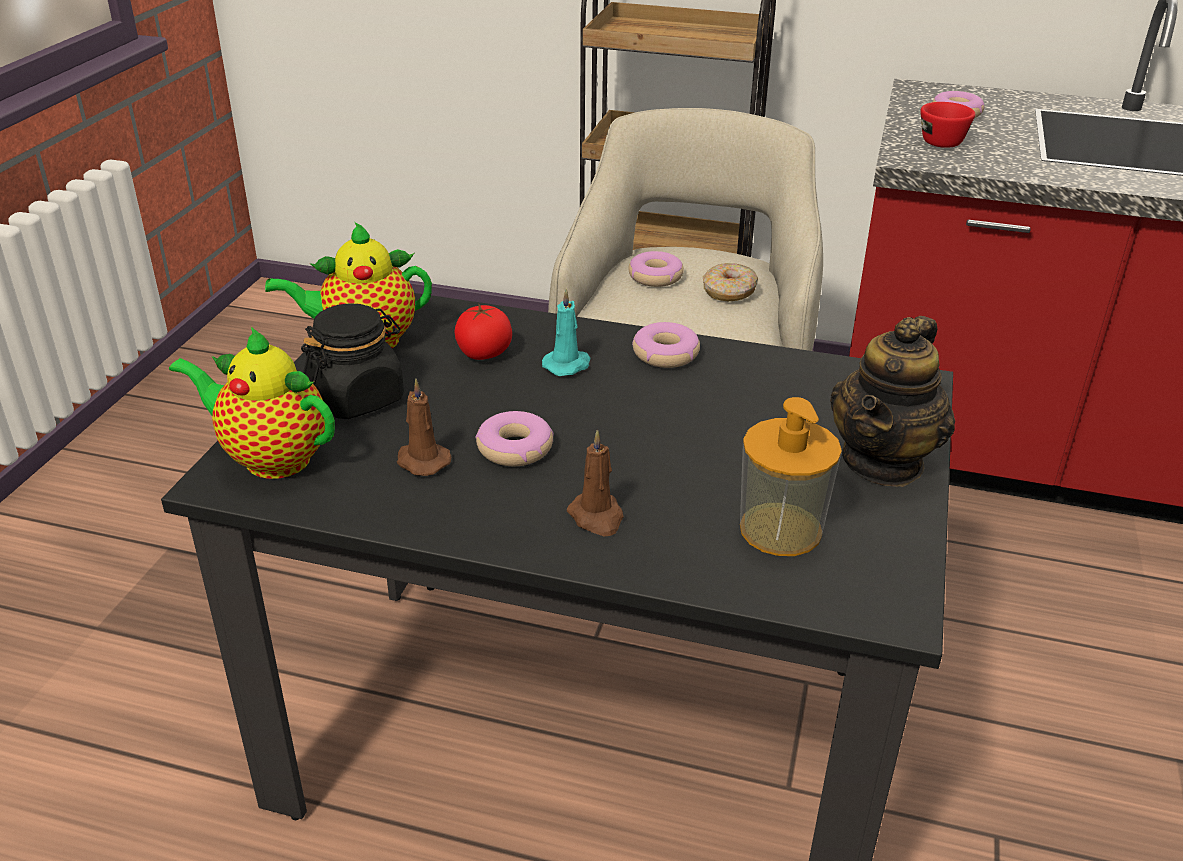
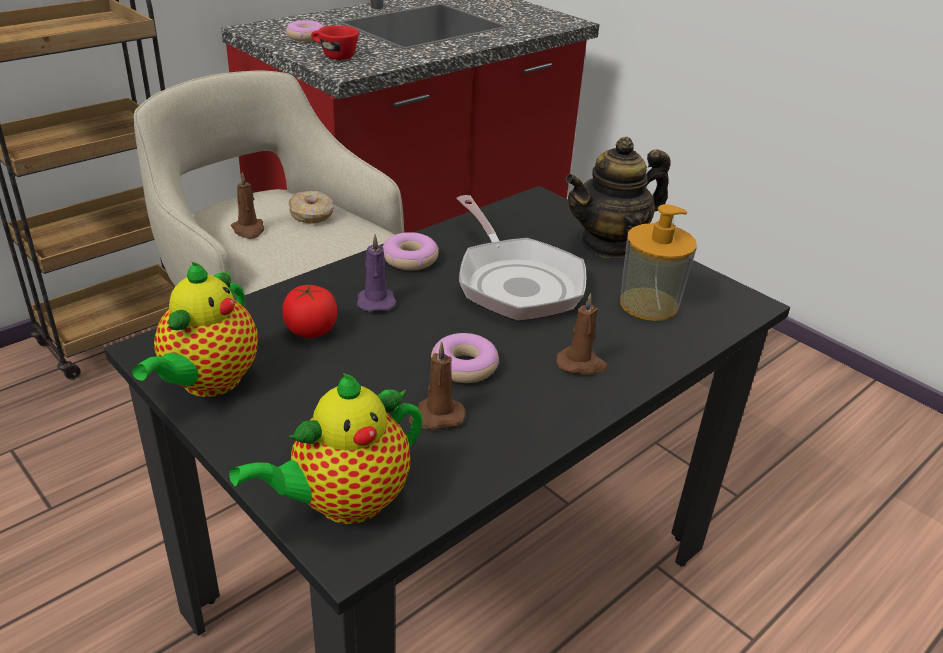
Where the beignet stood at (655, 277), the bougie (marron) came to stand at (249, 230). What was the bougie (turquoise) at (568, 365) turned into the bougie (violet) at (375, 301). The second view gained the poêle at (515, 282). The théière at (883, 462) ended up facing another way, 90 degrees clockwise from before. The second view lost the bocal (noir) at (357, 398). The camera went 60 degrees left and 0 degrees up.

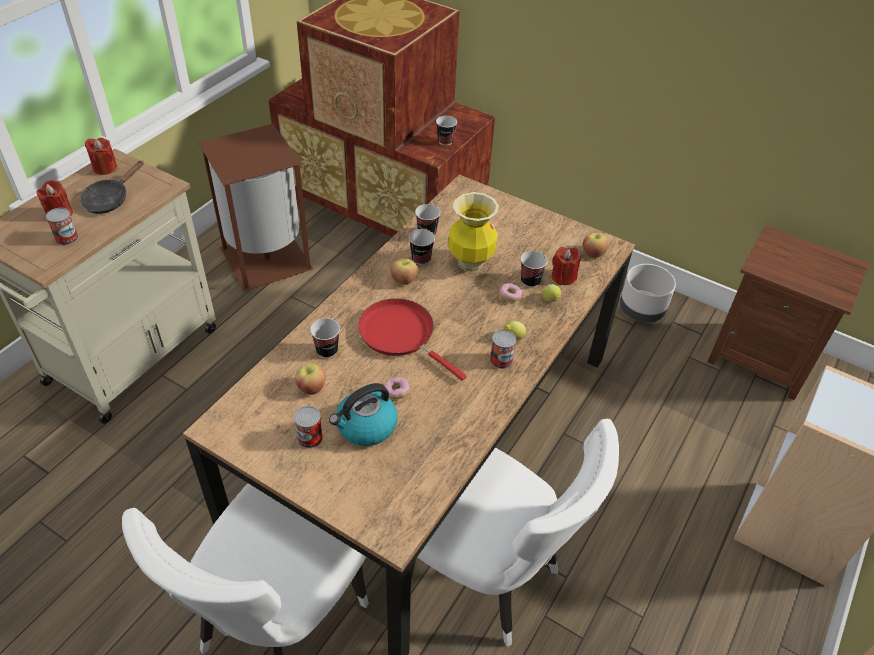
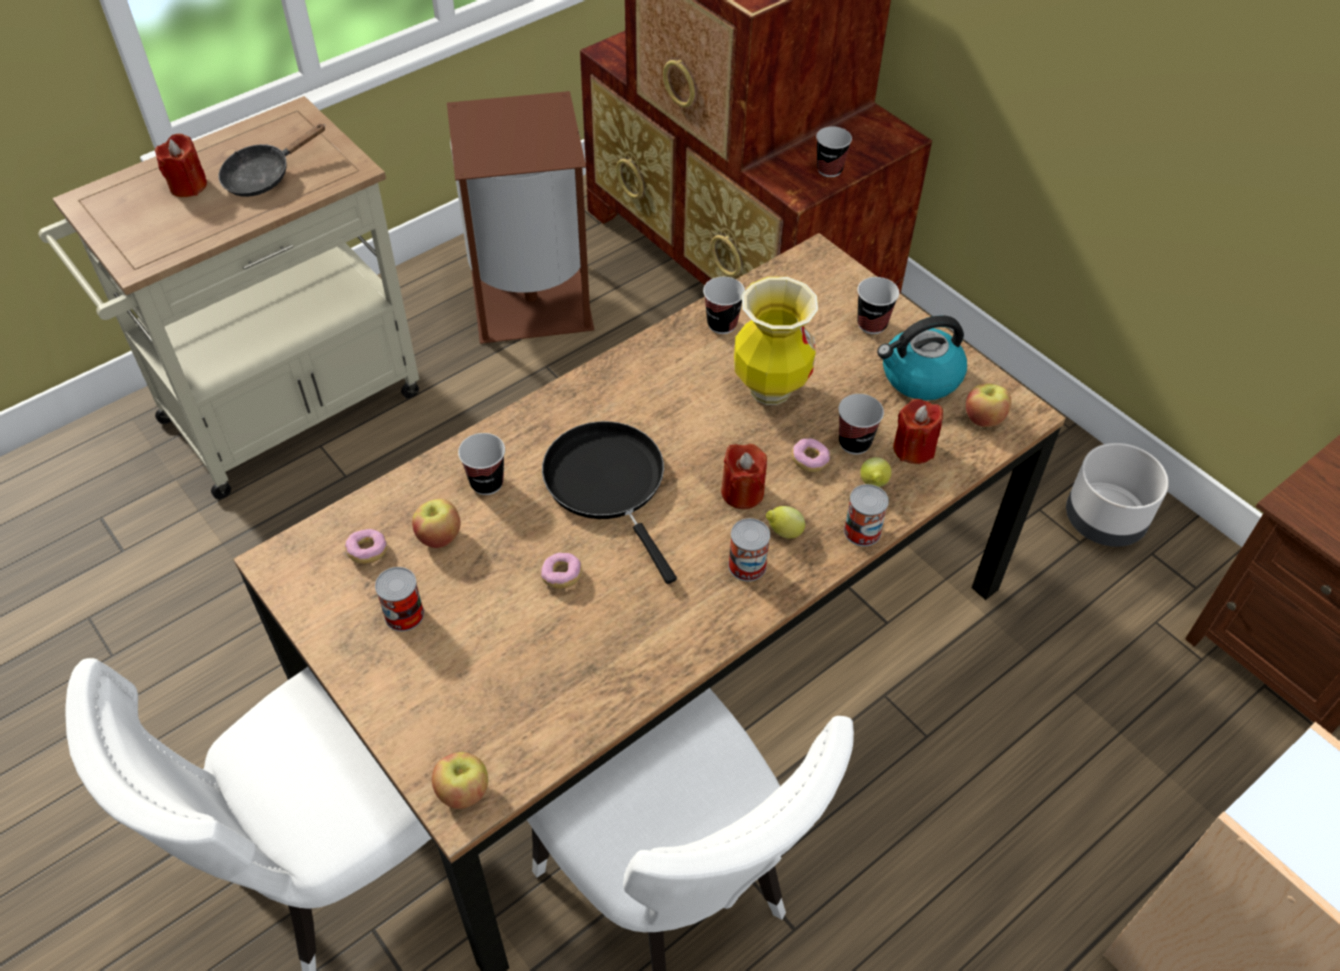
The second view gained the beignet at (368, 551). The pomme ended up elsewhere, having gone from (404, 280) to (463, 791). What was the poêle (rouge) at (401, 334) turned into the poêle (noir) at (608, 484). The bougie (rouge) ended up elsewhere, having gone from (105, 168) to (742, 492). The boîte métallique ended up elsewhere, having gone from (67, 238) to (862, 531). The tasse ended up elsewhere, having gone from (421, 259) to (872, 324). The bouilloire ended up elsewhere, having gone from (365, 426) to (919, 377). The camera went 20 degrees right and 5 degrees up.

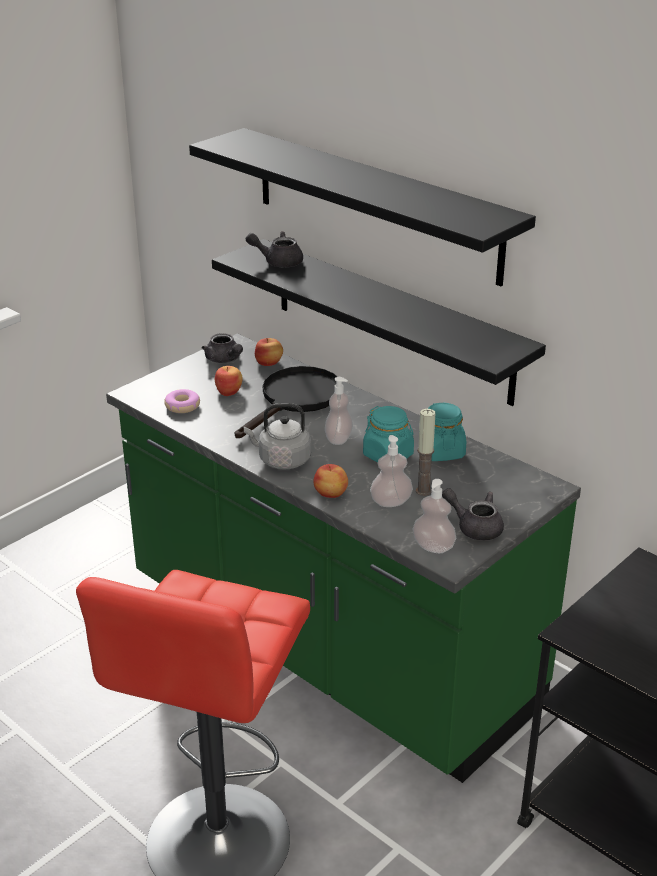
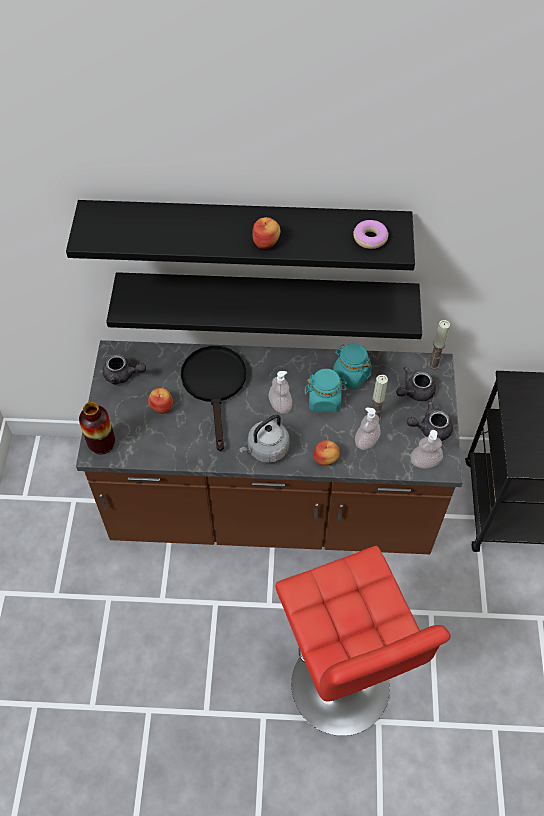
What was the comptoir de cuisine (vert) at (328, 646) turned into the comptoir de cuisine (marron) at (272, 506). The second view gained the vase at (102, 444). The pomme ended up elsewhere, having gone from (269, 363) to (266, 242). The beignet ended up elsewhere, having gone from (182, 406) to (370, 238). The théière (gris) ended up elsewhere, having gone from (278, 261) to (414, 392). The second view gained the bougie at (433, 364). The camera went 40 degrees left and 25 degrees up.

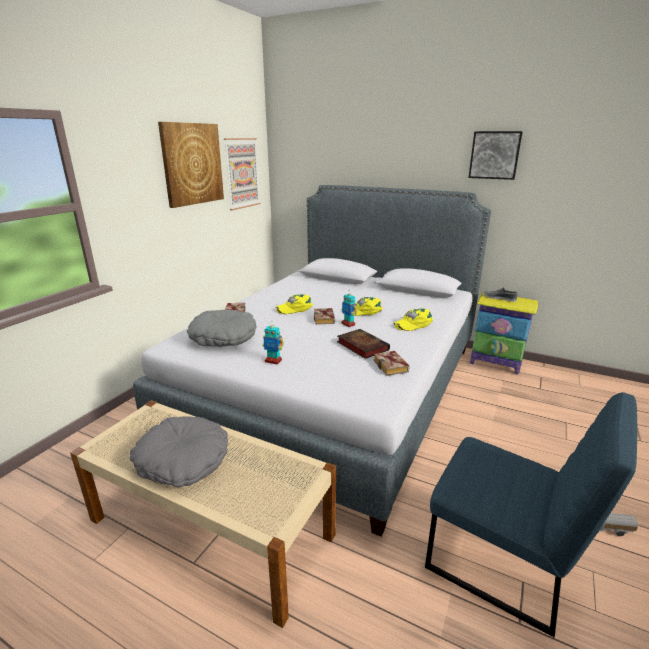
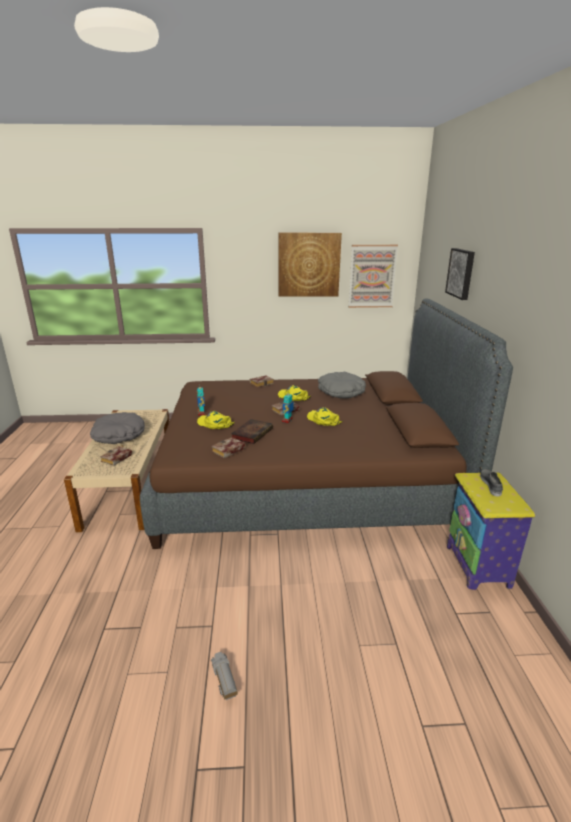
The second view gained the livre at (116, 459). What was the lit (gris) at (334, 388) turned into the lit (marron) at (306, 481). The casquette (jaune) ended up elsewhere, having gone from (413, 324) to (215, 424). The coussin (gris) ended up elsewhere, having gone from (224, 337) to (342, 392). The tableau ended up elsewhere, having gone from (494, 155) to (461, 273). The second view lost the chaise (bleu) at (502, 563). The camera went 60 degrees right and 0 degrees up.

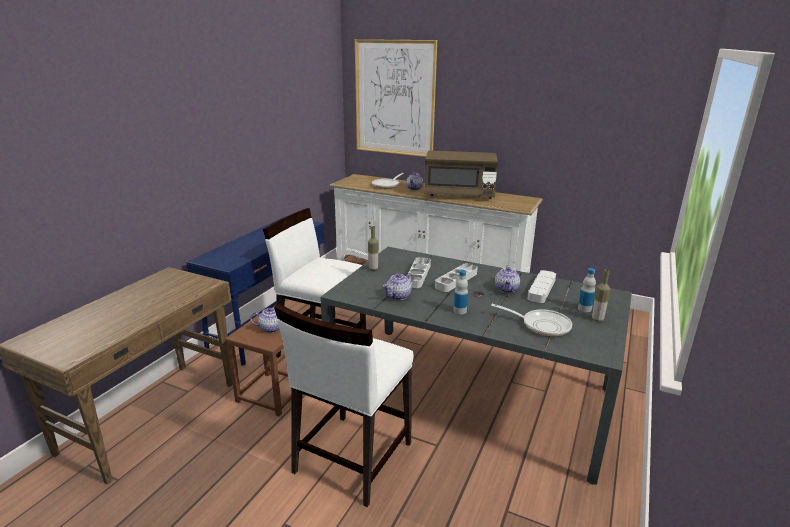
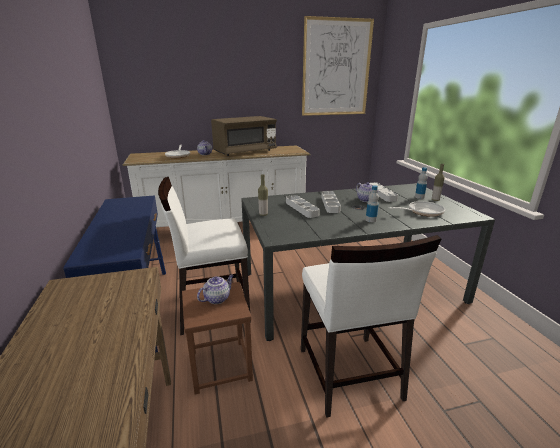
The tableau ended up elsewhere, having gone from (394, 98) to (336, 68). The second view lost the théière at (398, 296). The camera went 40 degrees left and 0 degrees up.

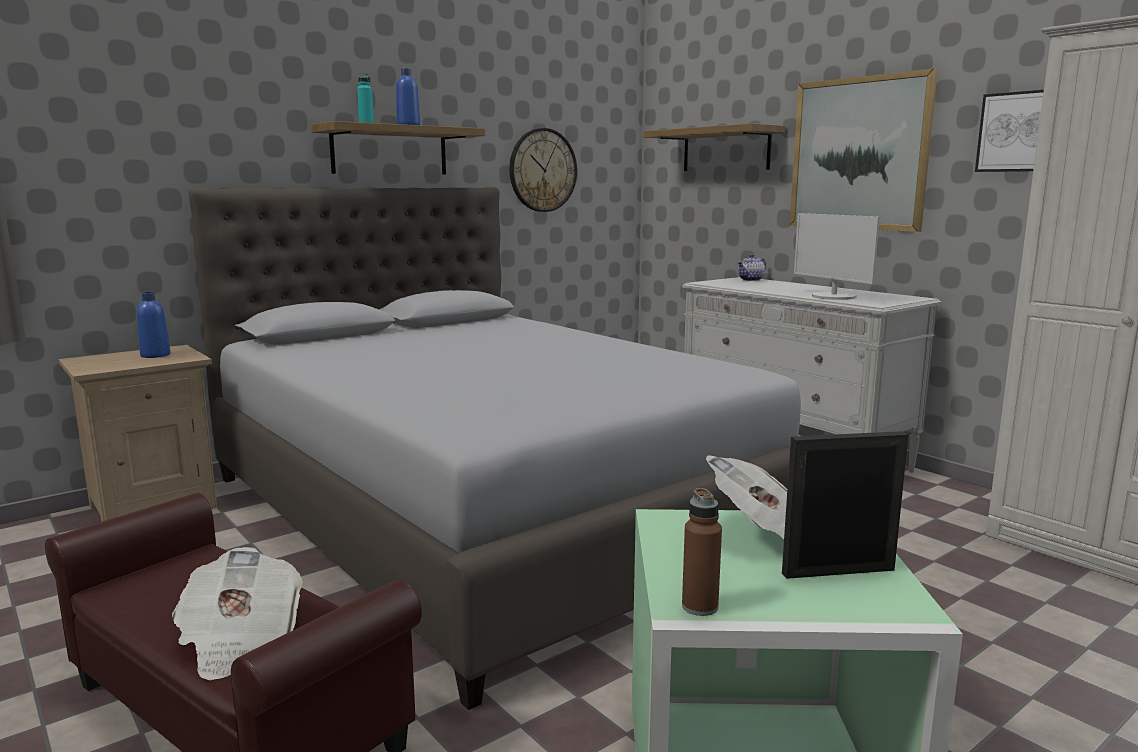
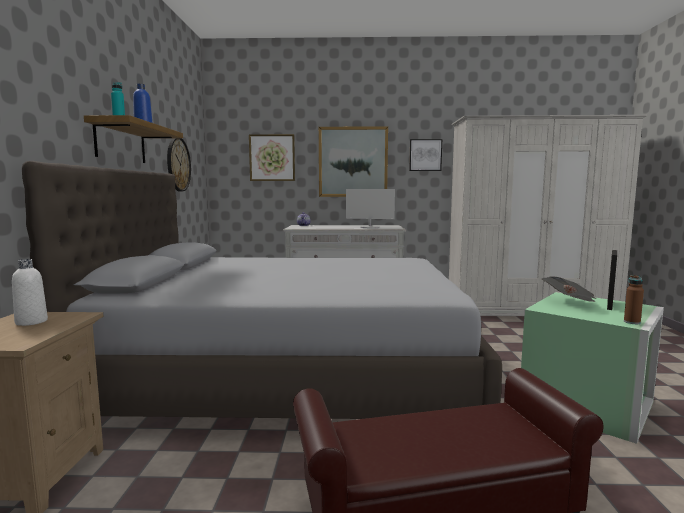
What was the bouteille (bleu) at (155, 355) turned into the bouteille (blanc) at (31, 322). Where the étagère hung at (726, 150), the tableau came to hang at (272, 157). The second view lost the journal at (240, 642). The camera went 50 degrees left and 5 degrees down.

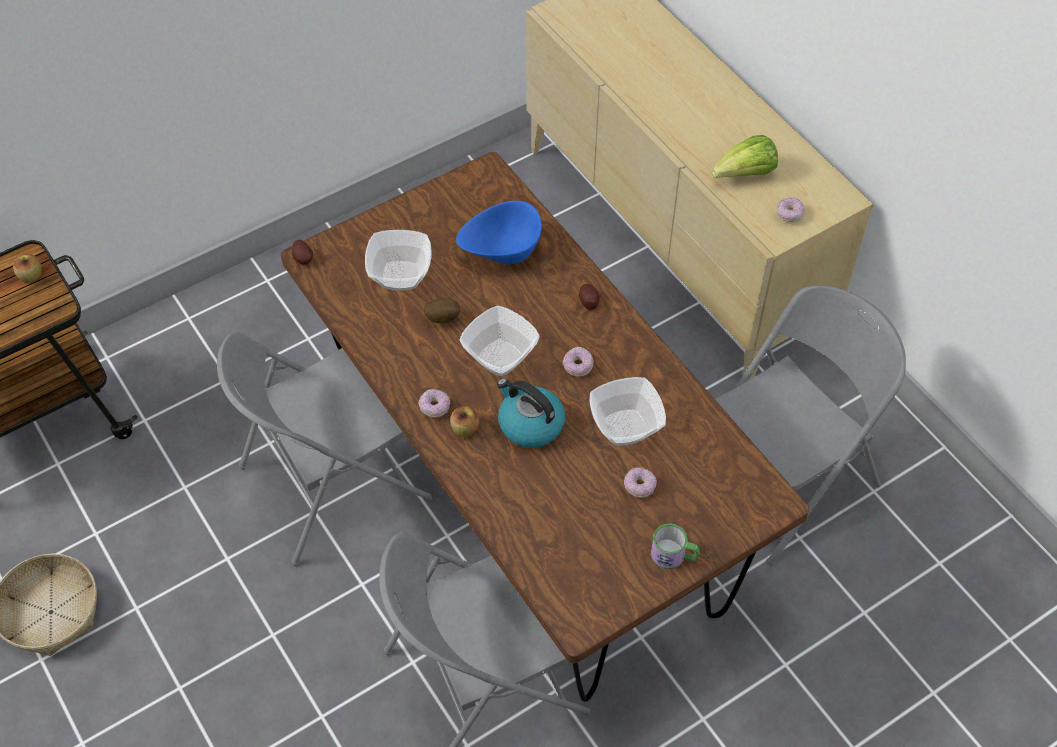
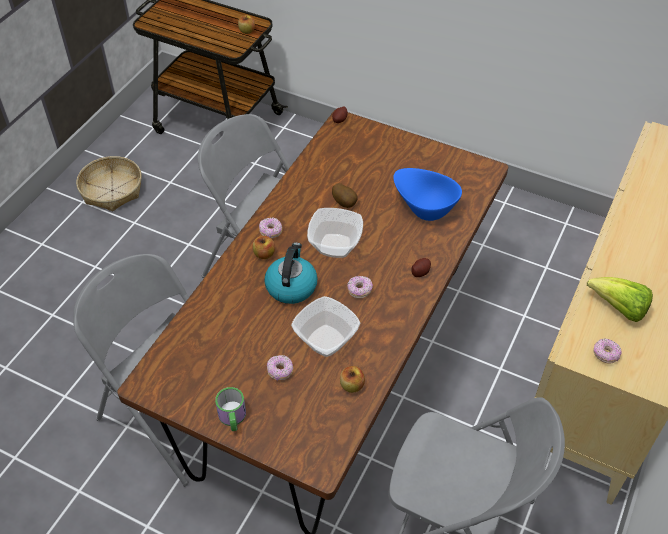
The second view gained the pomme at (352, 385). The second view lost the bol at (401, 275). The camera went 60 degrees right and 5 degrees down.

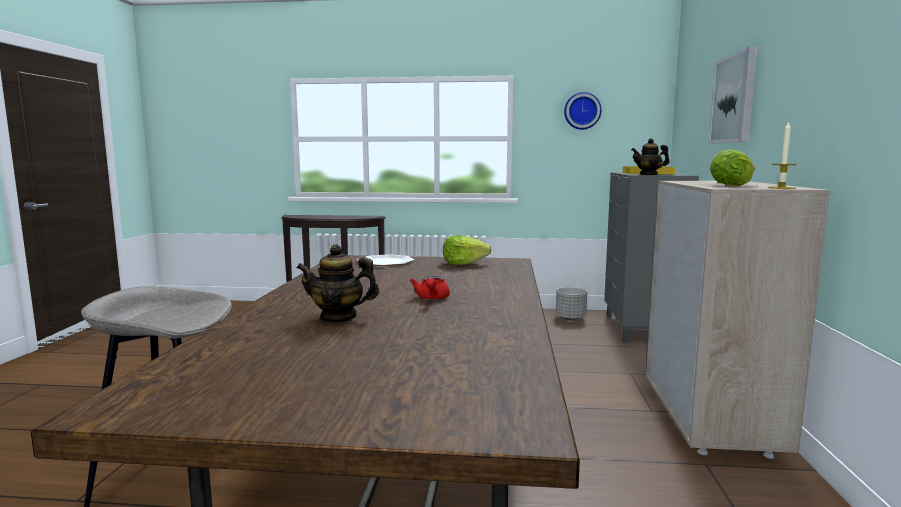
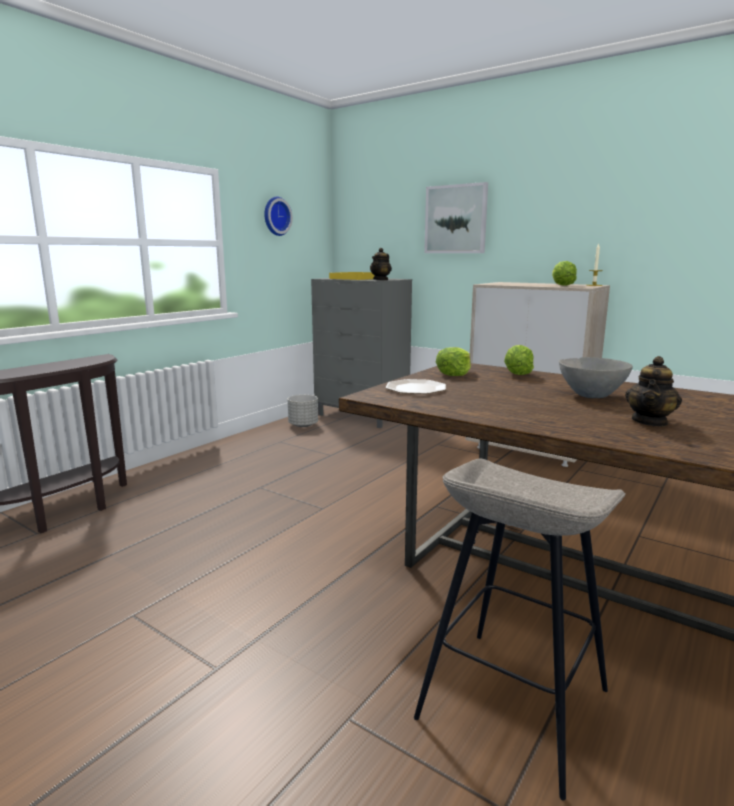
The second view gained the laitue at (517, 374). Where the théière (rouge) stood at (432, 298), the bol (gris) came to stand at (591, 396). The camera went 60 degrees left and 5 degrees up.

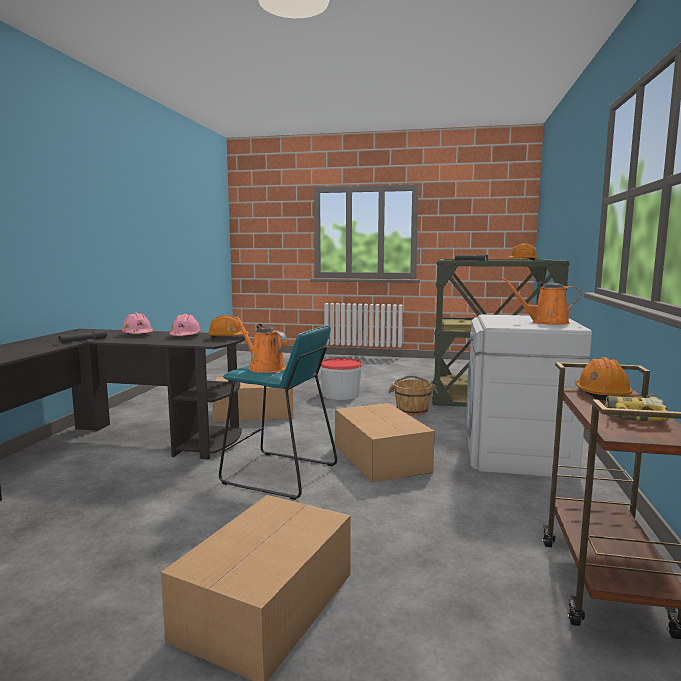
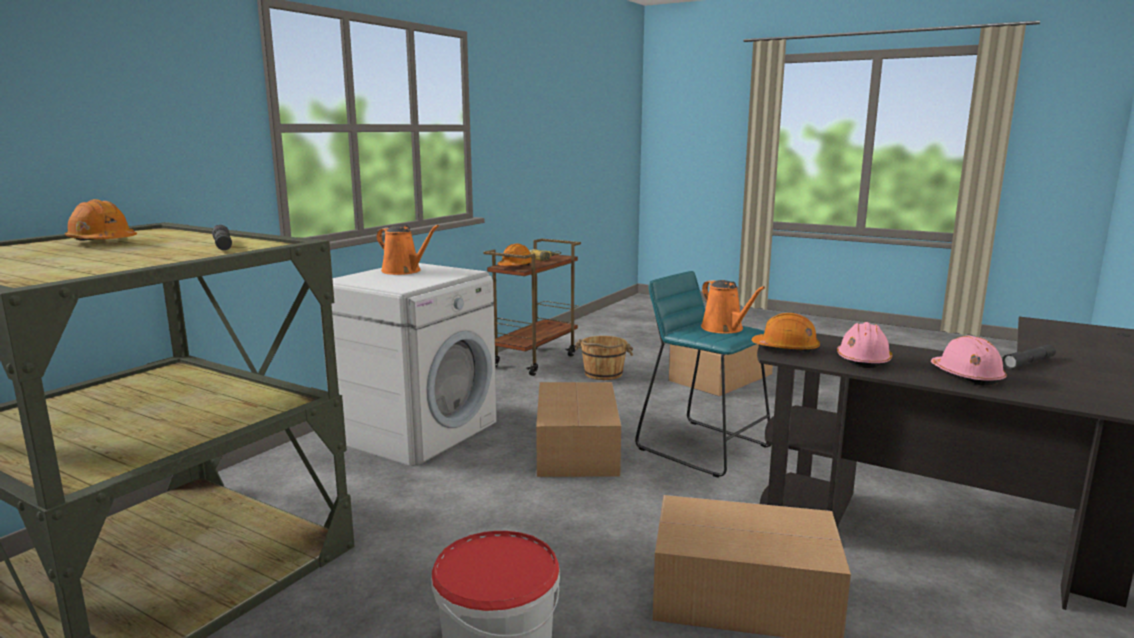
The seau (marron) ended up elsewhere, having gone from (412, 410) to (603, 374). The camera went 160 degrees left and 5 degrees up.

